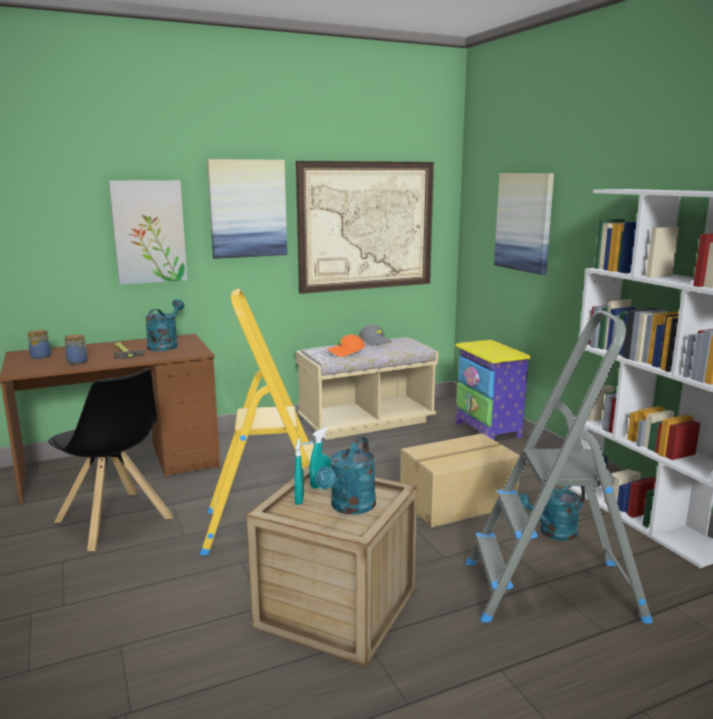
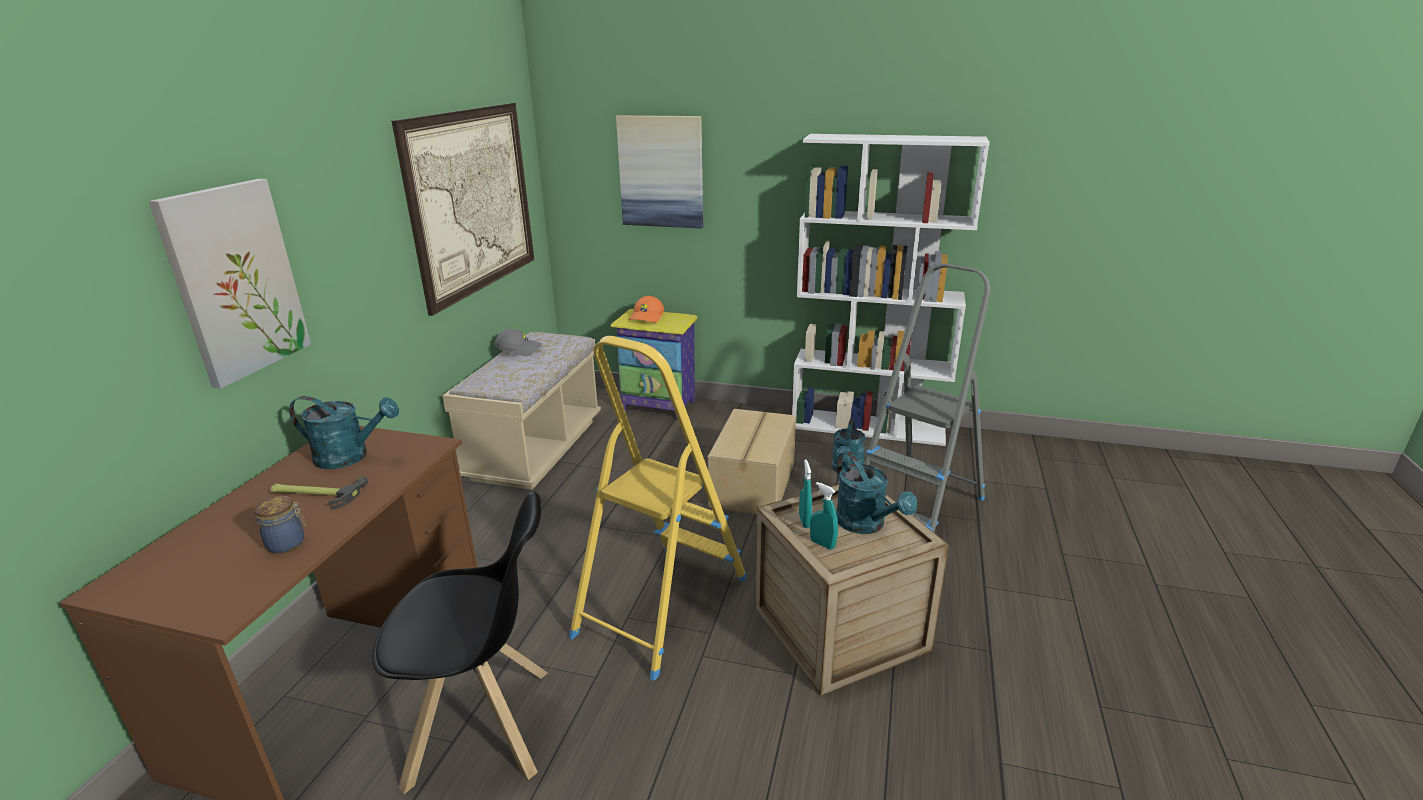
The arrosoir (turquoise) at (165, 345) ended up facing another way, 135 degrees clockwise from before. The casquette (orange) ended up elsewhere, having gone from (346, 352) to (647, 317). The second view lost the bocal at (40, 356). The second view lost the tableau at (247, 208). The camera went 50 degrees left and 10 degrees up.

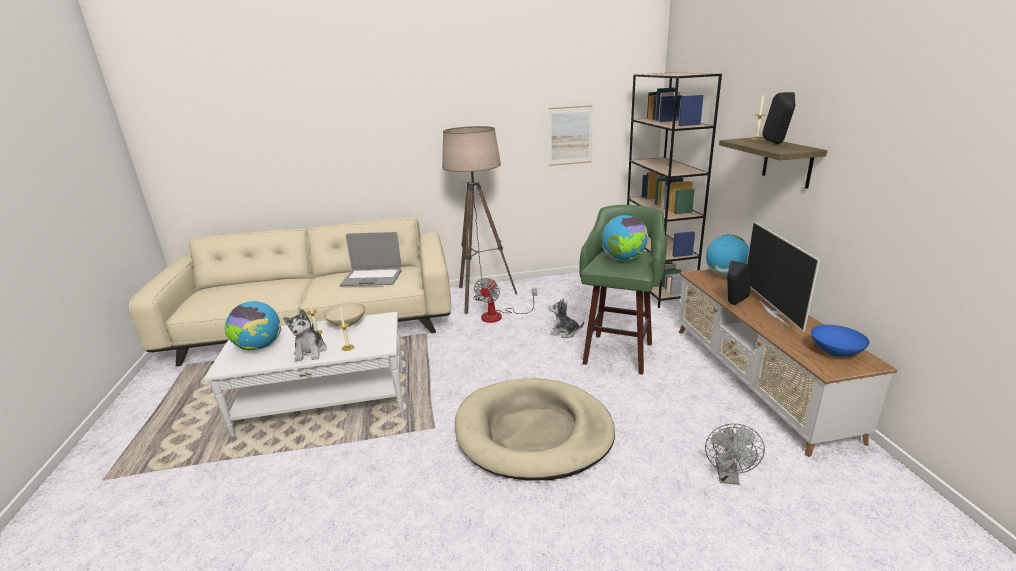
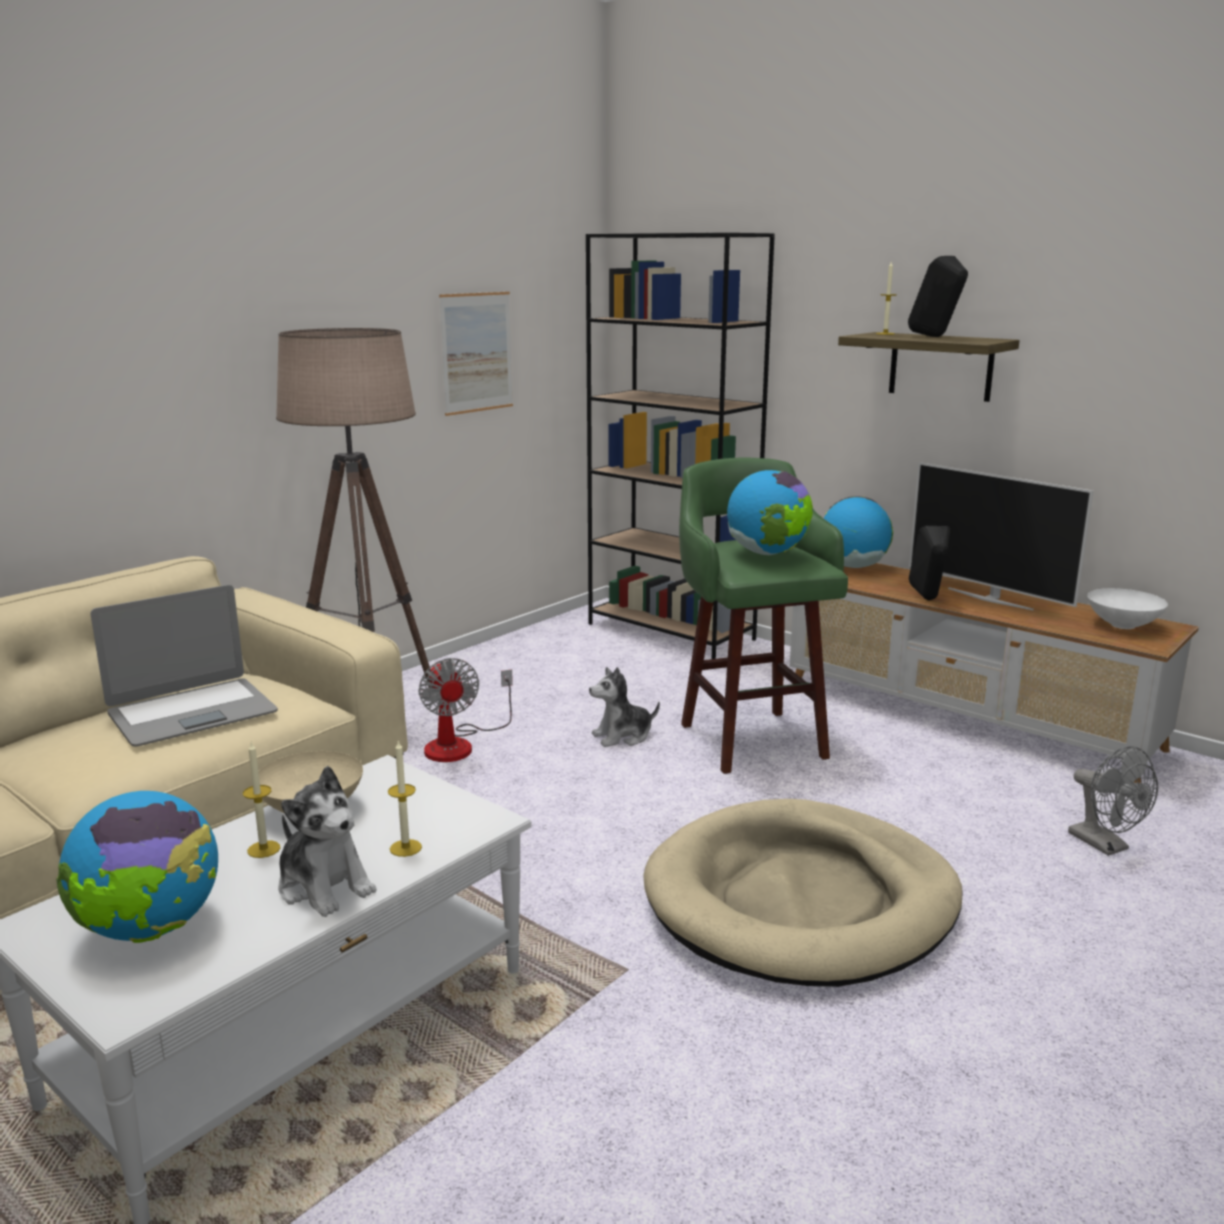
What was the bol (bleu) at (834, 352) turned into the bol (blanc) at (1122, 625). The camera went 40 degrees left and 5 degrees down.

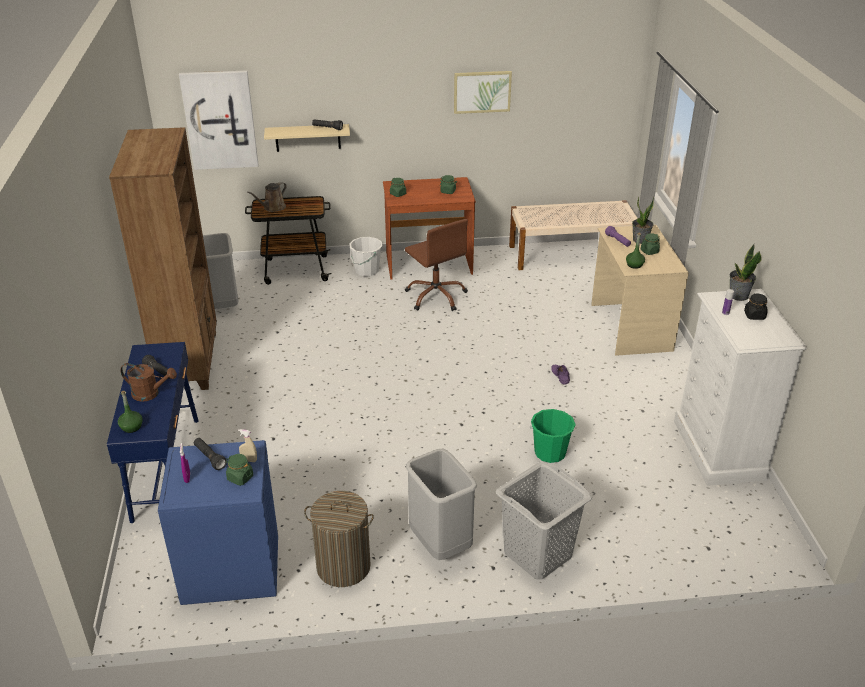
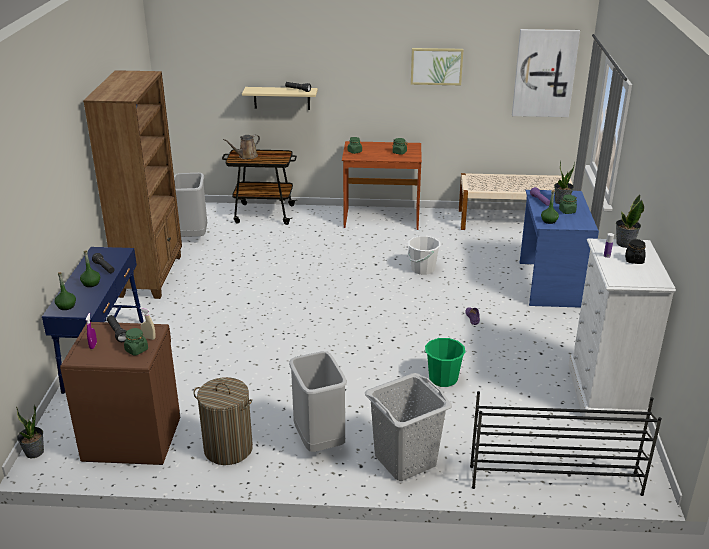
The second view gained the plante en pot at (34, 452). What was the lave-linge (bleu) at (231, 567) turned into the lave-linge (marron) at (132, 437). Where the arrosoir (marron) stood at (150, 394), the bouteille (vert) came to stand at (91, 283). The seau (blanc) ended up elsewhere, having gone from (367, 271) to (422, 269). The second view gained the étagère à chaussures (noir) at (554, 480). The tableau ended up elsewhere, having gone from (220, 120) to (544, 73). What was the bureau (beige) at (629, 327) turned into the bureau (bleu) at (550, 284). The second view lost the chaise de bureau (marron) at (436, 296). The camera went 10 degrees right and 5 degrees down.

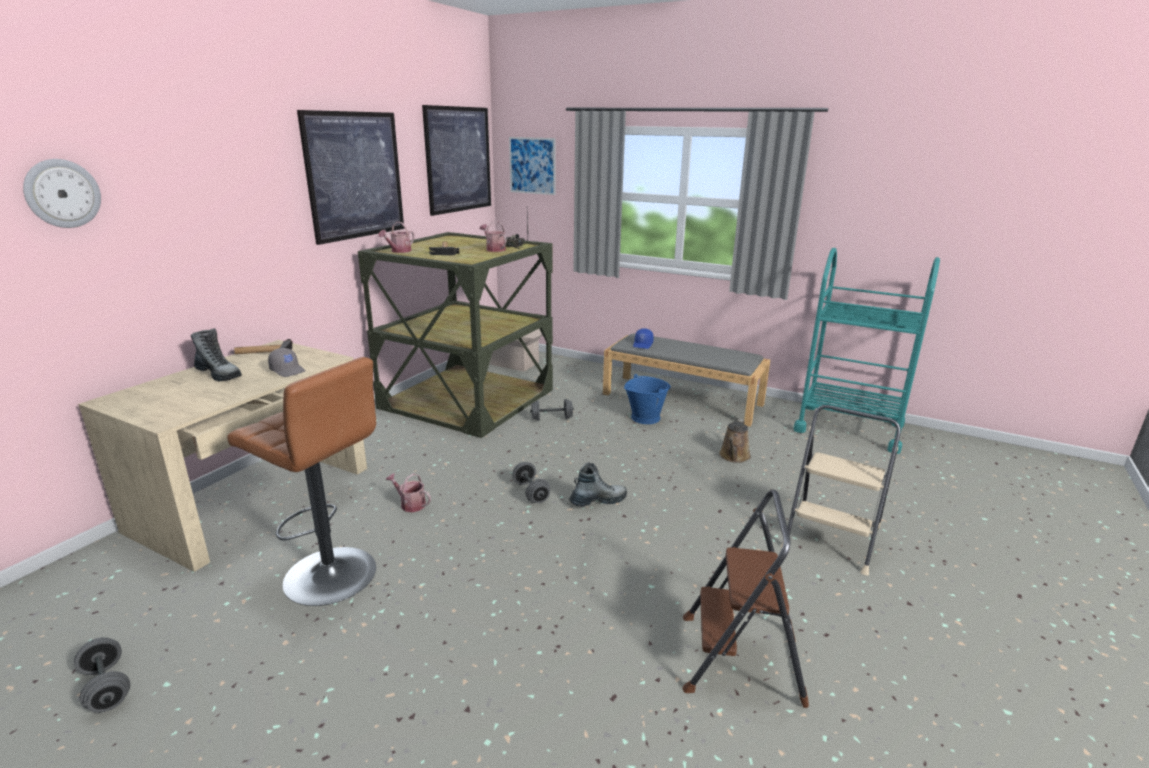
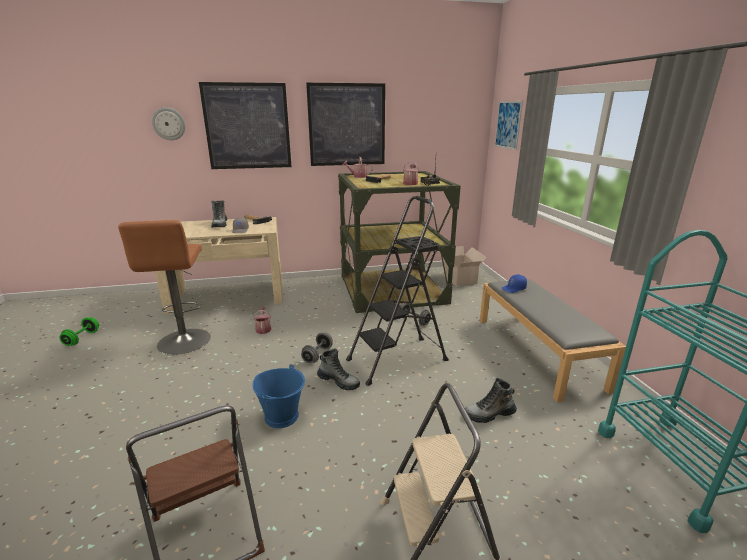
What was the haltère (gris) at (107, 687) turned into the haltère (vert) at (82, 338). The tableau ended up elsewhere, having gone from (458, 159) to (247, 126). The seau (bleu) ended up elsewhere, having gone from (645, 417) to (282, 416). The second view gained the escabeau at (398, 359). Where the arrosoir (marron) stood at (734, 457), the botte came to stand at (489, 414). The camera went 50 degrees right and 0 degrees up.

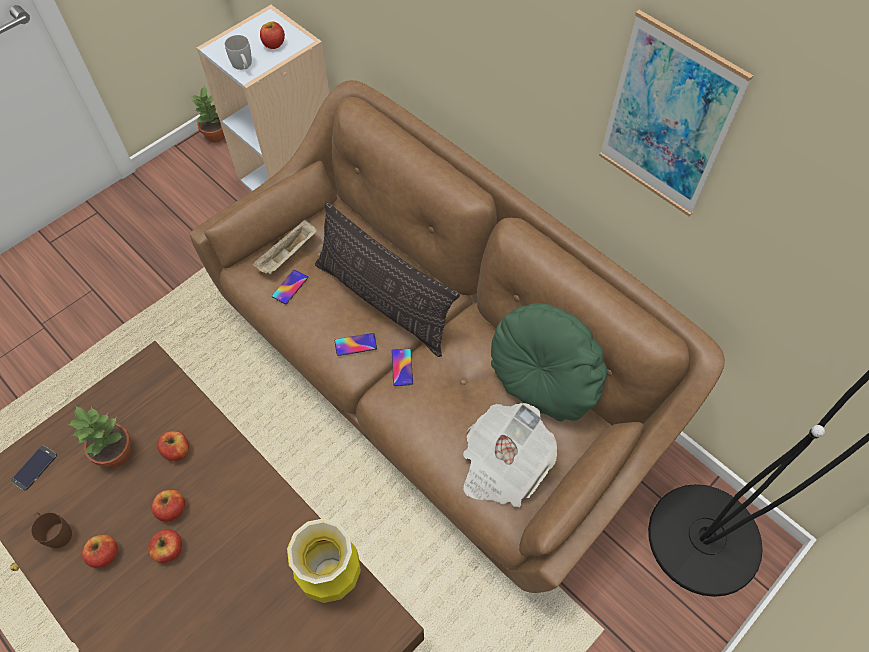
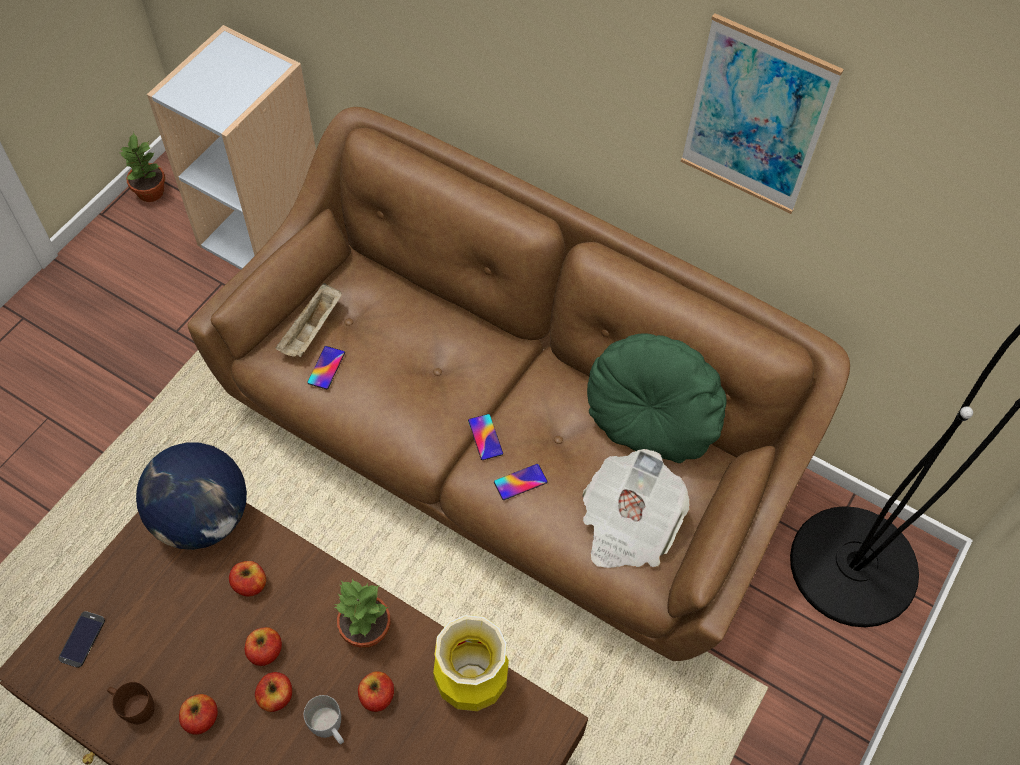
The second view gained the globe at (203, 517). The mug (blanc) ended up elsewhere, having gone from (243, 66) to (330, 728). The plante en pot ended up elsewhere, having gone from (115, 452) to (365, 630). The pomme ended up elsewhere, having gone from (274, 44) to (377, 696). The téléphone ended up elsewhere, having gone from (355, 344) to (520, 482). The second view lost the coussin at (383, 302). The camera went 15 degrees left and 0 degrees up.

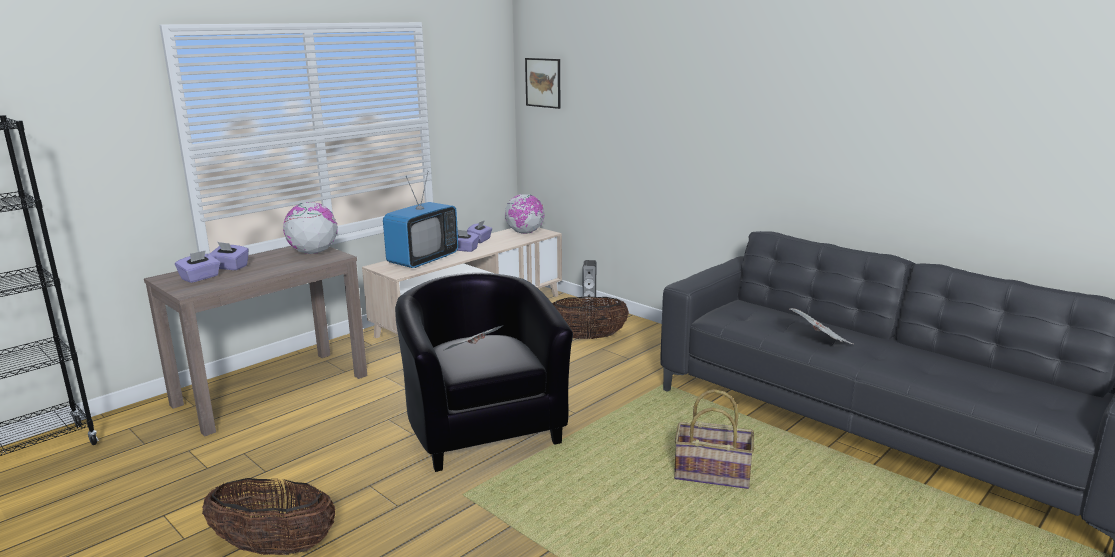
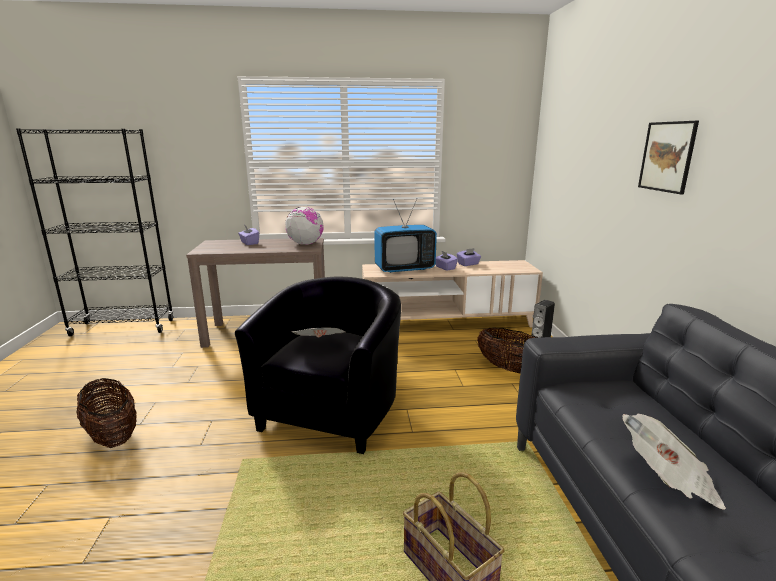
The tableau ended up elsewhere, having gone from (543, 82) to (667, 156). The second view lost the boîte à mouchoirs (violet) at (200, 278). The second view lost the globe at (525, 233). The camera went 40 degrees right and 0 degrees up.

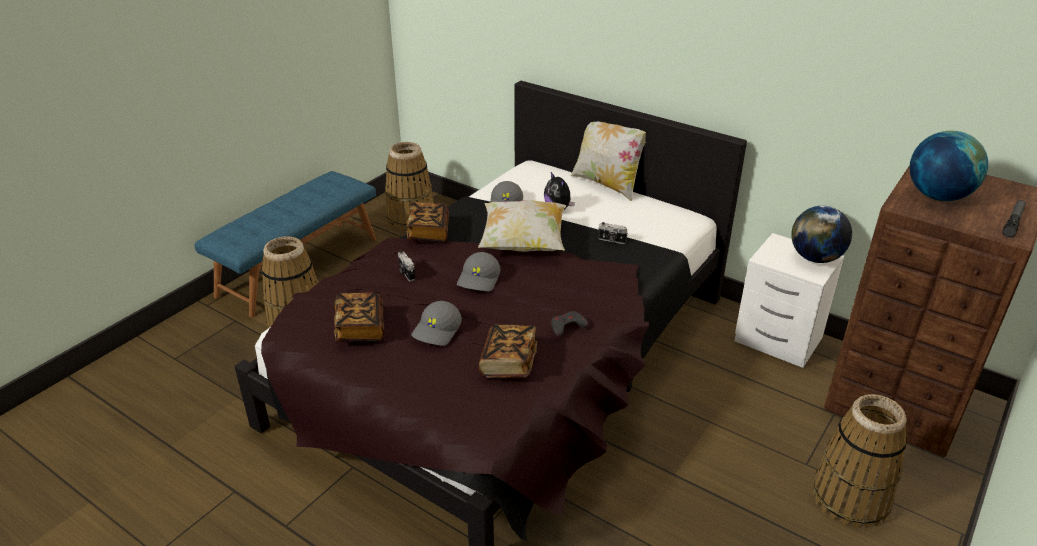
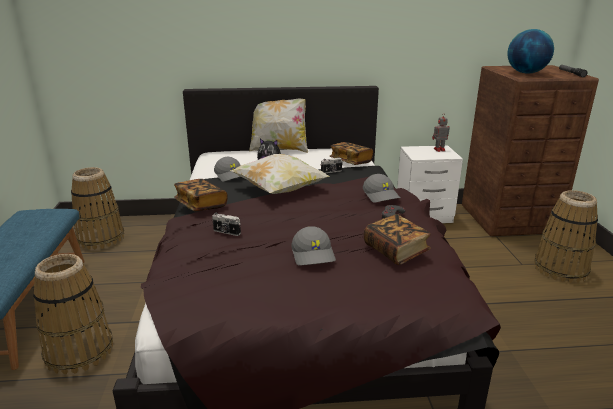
The livre ended up elsewhere, having gone from (360, 329) to (350, 161). The casquette (gris) ended up elsewhere, having gone from (479, 279) to (381, 195). Where the globe stood at (815, 258), the robot jouet came to stand at (438, 149). The camera went 40 degrees left and 10 degrees down.

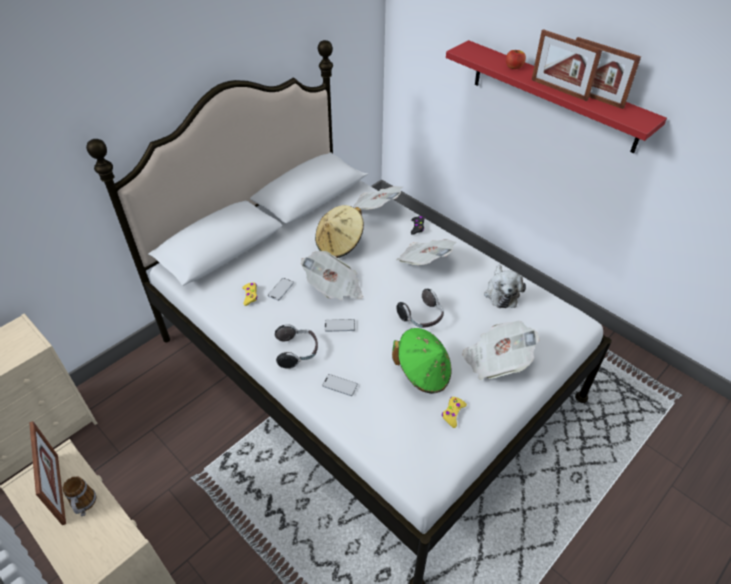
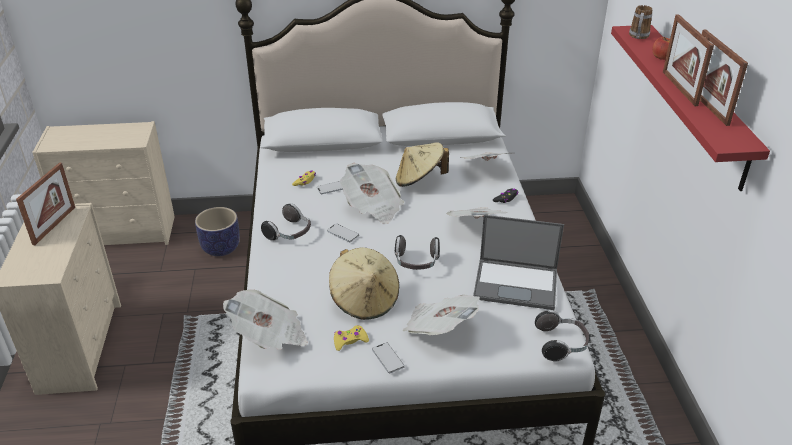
The second view gained the cache-pot at (221, 247). The second view gained the journal at (269, 336). What was the chapeau (vert) at (423, 372) turned into the chapeau (beige) at (364, 300). The téléphone ended up elsewhere, having gone from (340, 385) to (388, 358). Where the peluche stood at (501, 293), the ordinateur portable came to stand at (517, 284). The second view gained the casque audio at (561, 344). The mug ended up elsewhere, having gone from (84, 505) to (638, 37). The camera went 40 degrees right and 10 degrees down.

